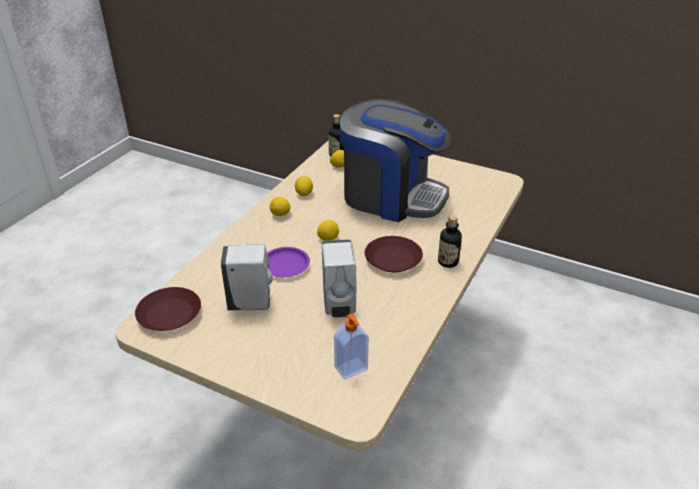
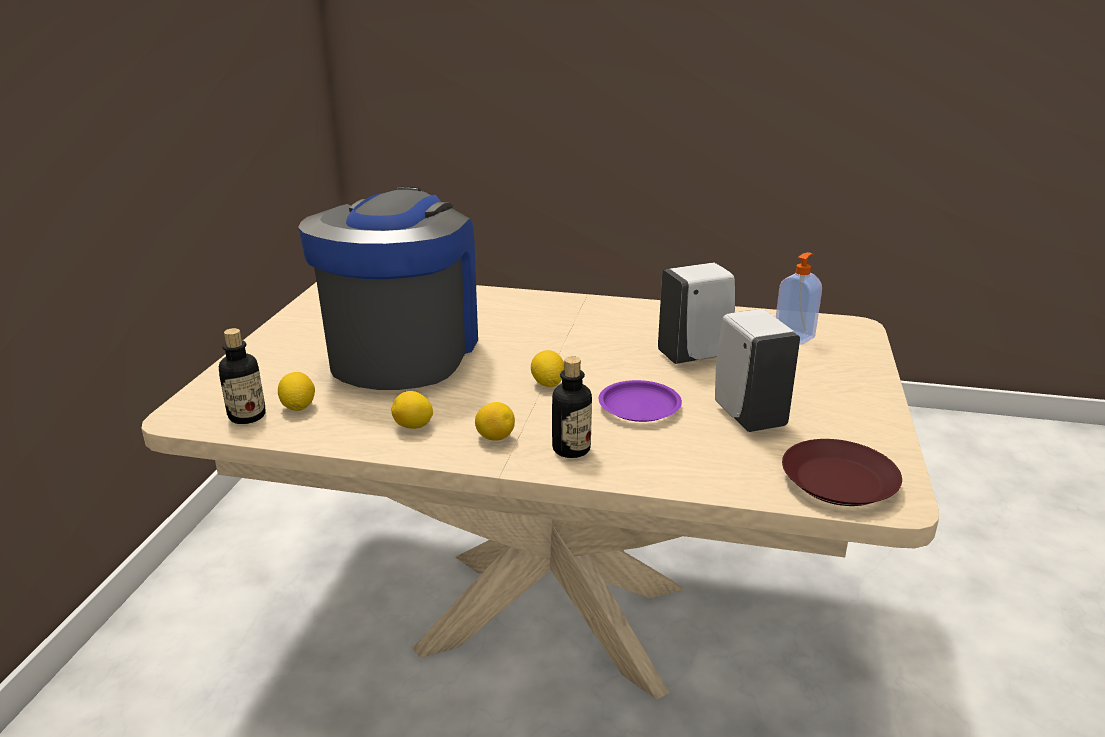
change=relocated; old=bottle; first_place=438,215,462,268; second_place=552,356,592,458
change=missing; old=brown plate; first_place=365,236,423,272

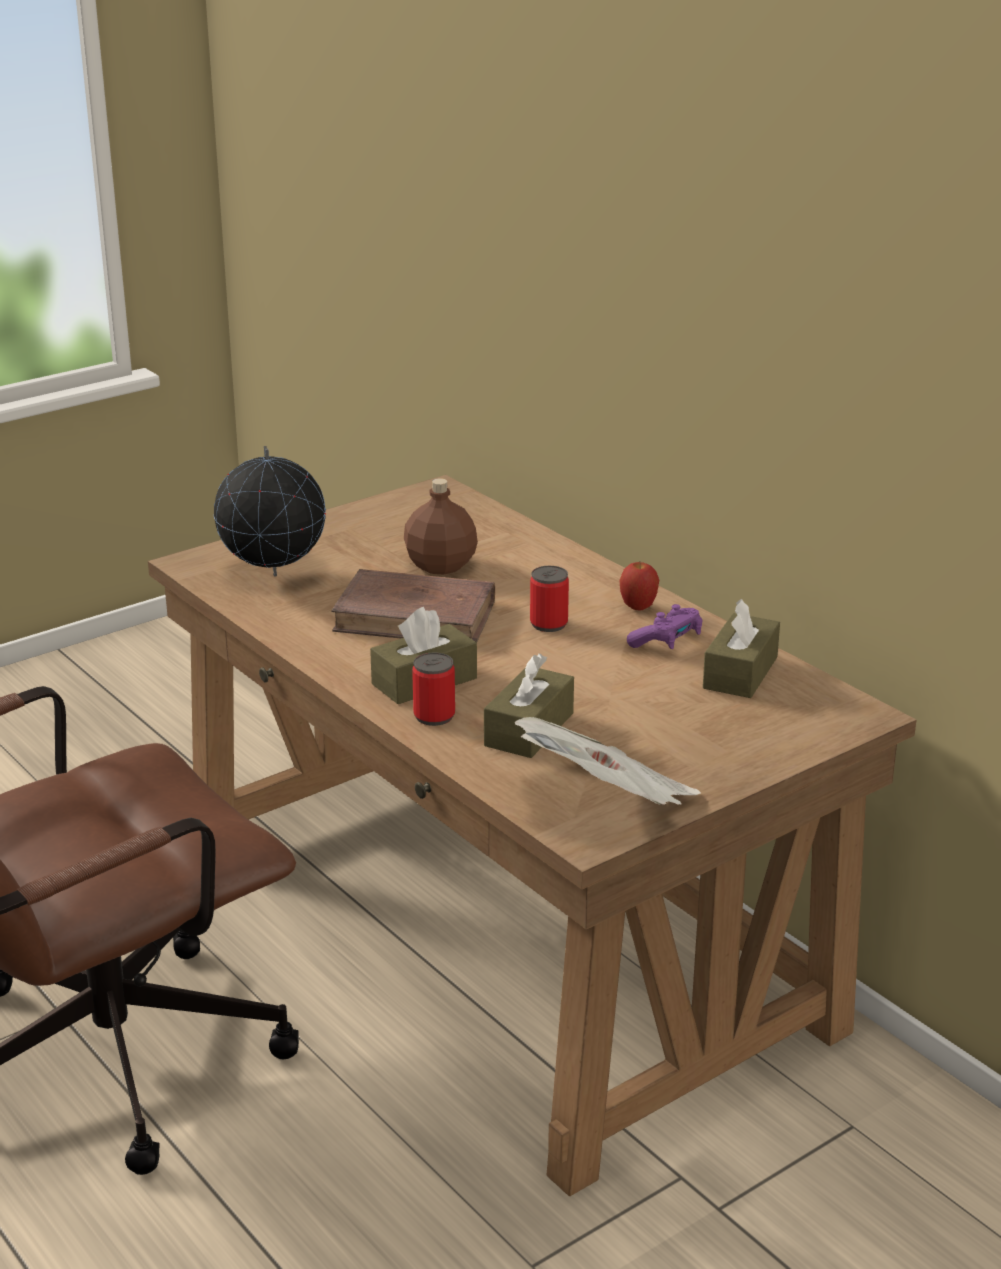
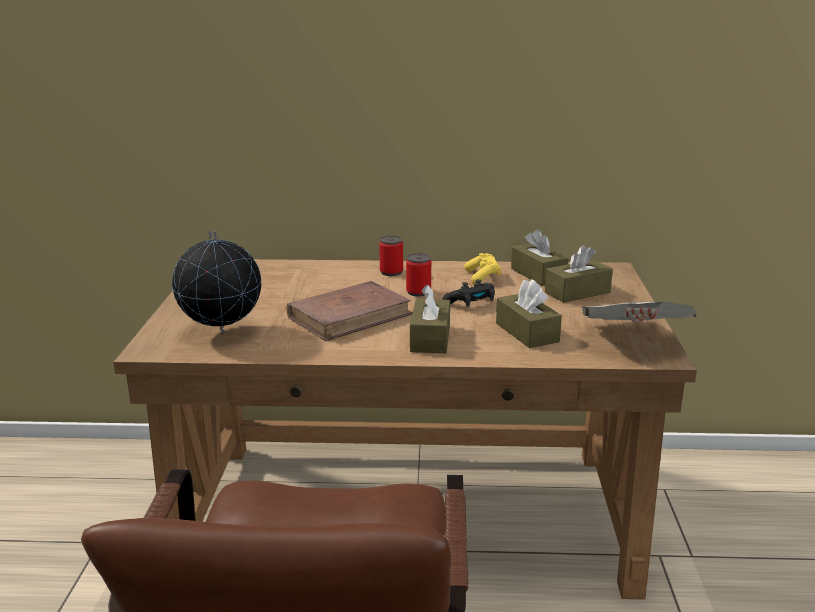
change=missing; old=brown bottle; first_place=404,478,478,574
change=missing; old=apple; first_place=619,562,659,611
change=colour; old=purple game controller; new=yellow game controller; first_place=627,604,702,649; second_place=464,253,501,284
change=relocated; old=can; first_place=412,652,455,726; second_place=379,236,403,276
change=appeared; new=brown tissue box; second_place=545,245,613,303
change=appeared; new=black game controller; second_place=442,279,495,307

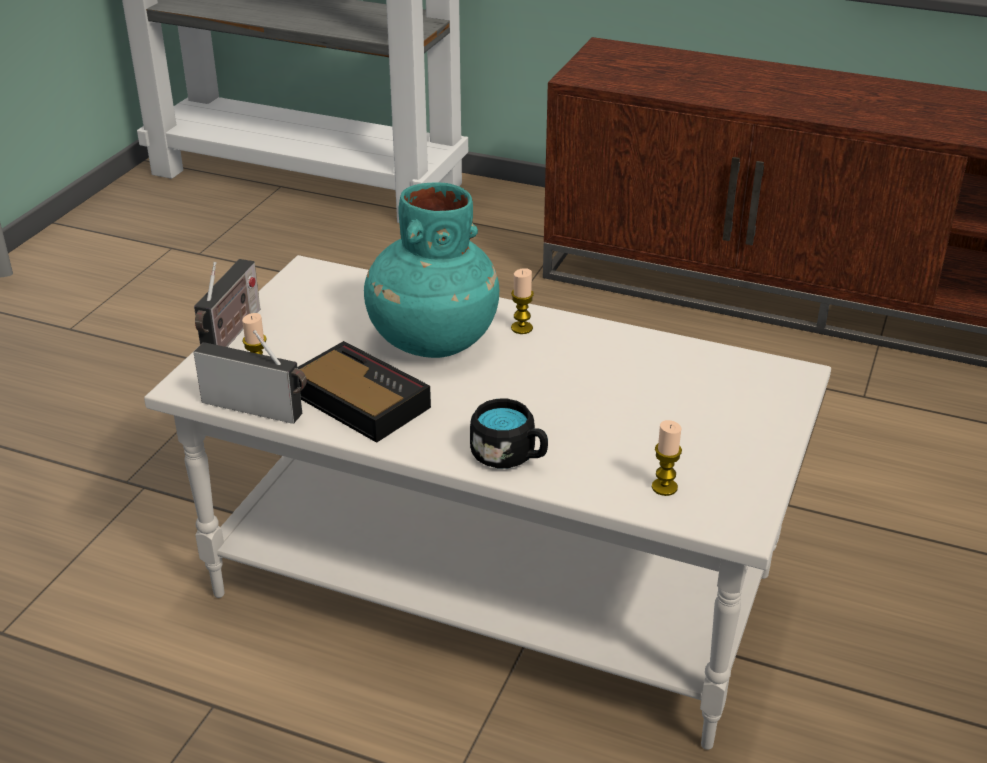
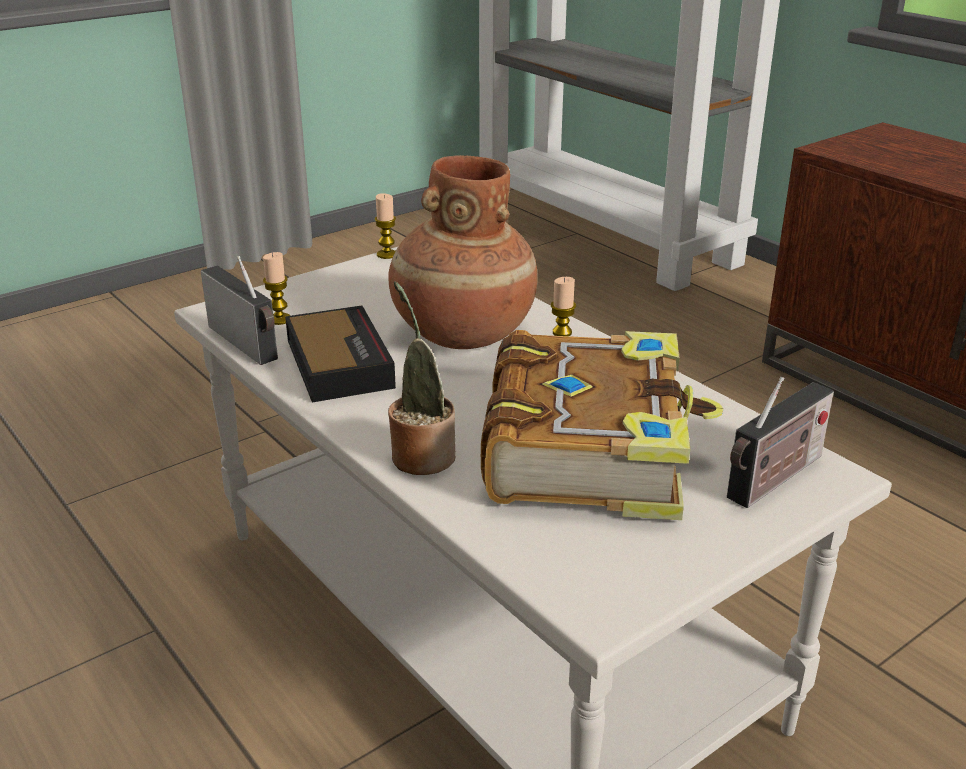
change=colour; old=turquoise vase; new=brown vase; first_place=364,182,499,358; second_place=388,155,537,349
change=relocated; old=radio; first_place=194,259,260,347; second_place=727,376,834,508
change=exchanged; old=black mug; new=potted plant; first_place=470,399,548,468; second_place=388,281,455,475
change=relocated; old=candle; first_place=652,420,682,496; second_place=375,193,396,259
change=appeared; new=book; second_place=481,330,724,520

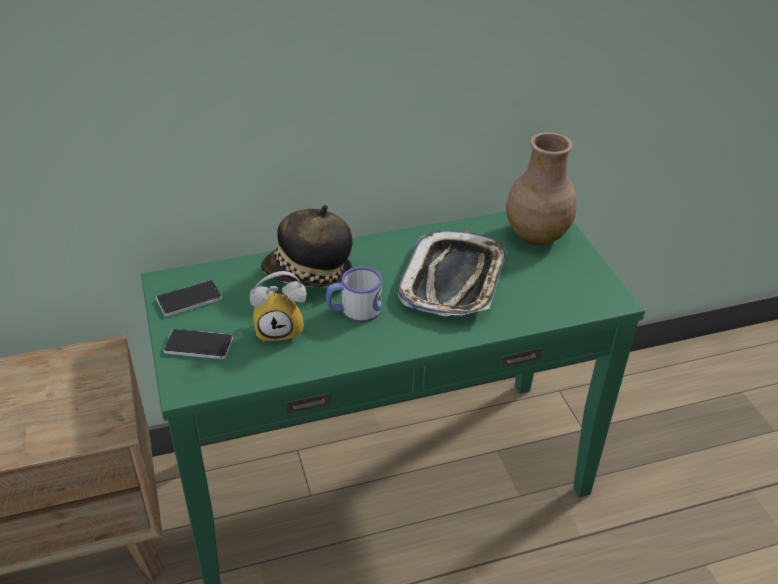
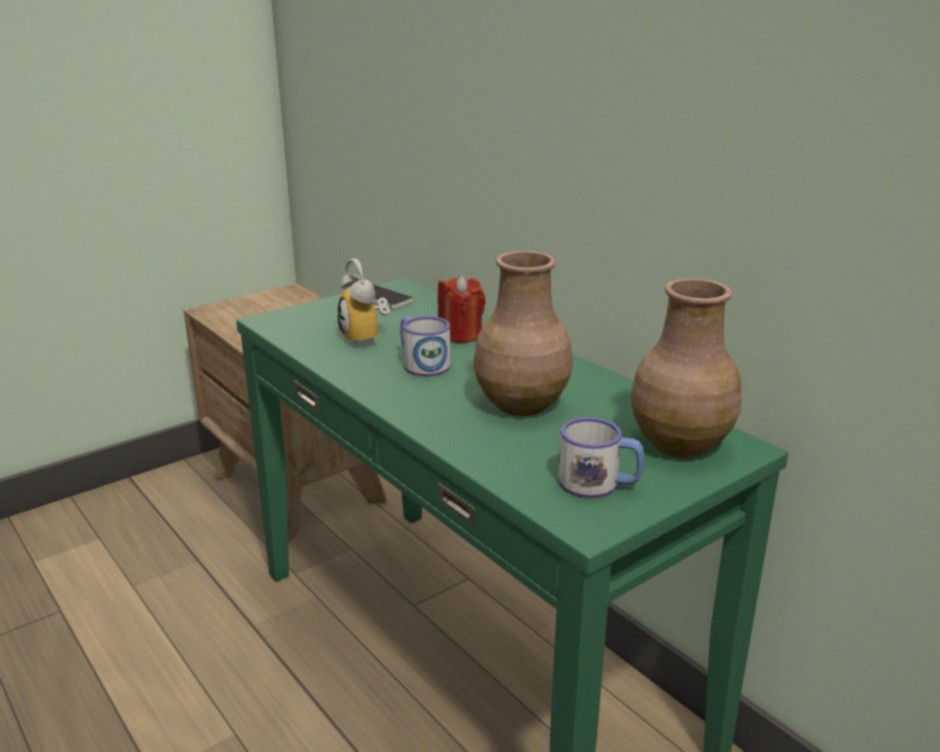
change=exchanged; old=hat; new=red candle; first_place=261,205,353,288; second_place=438,275,486,343
change=exchanged; old=tray; new=brown vase; first_place=398,230,507,316; second_place=474,251,573,416
change=missing; old=phone; first_place=163,329,233,359
change=appeared; new=mug; second_place=558,417,644,498

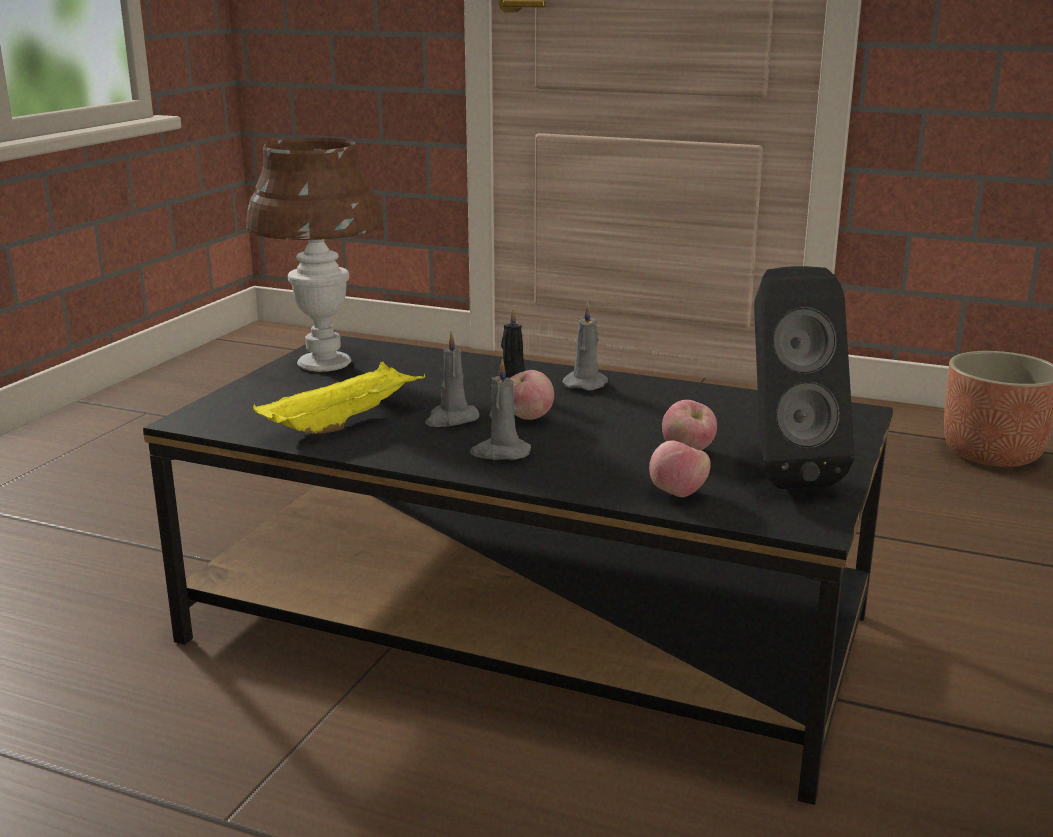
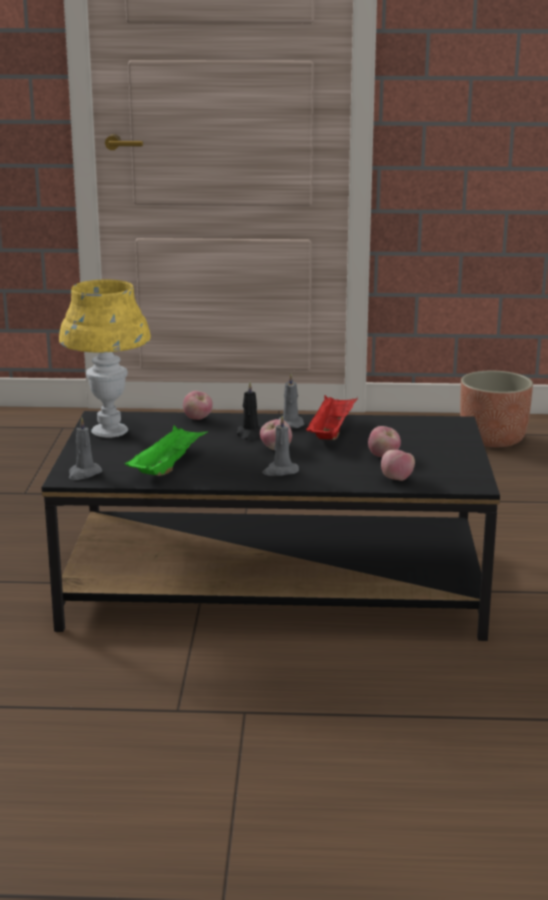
change=colour; old=brown table lamp; new=yellow table lamp; first_place=246,138,383,372; second_place=59,279,151,438
change=missing; old=black speaker; first_place=754,266,855,489
change=relocated; old=grey candle; first_place=425,331,480,427; second_place=69,417,102,480
change=colour; old=yellow tray; new=green tray; first_place=253,362,425,434; second_place=125,425,208,476
change=appeared; new=apple; second_place=183,391,213,420
change=appeared; new=red tray; second_place=306,395,358,440

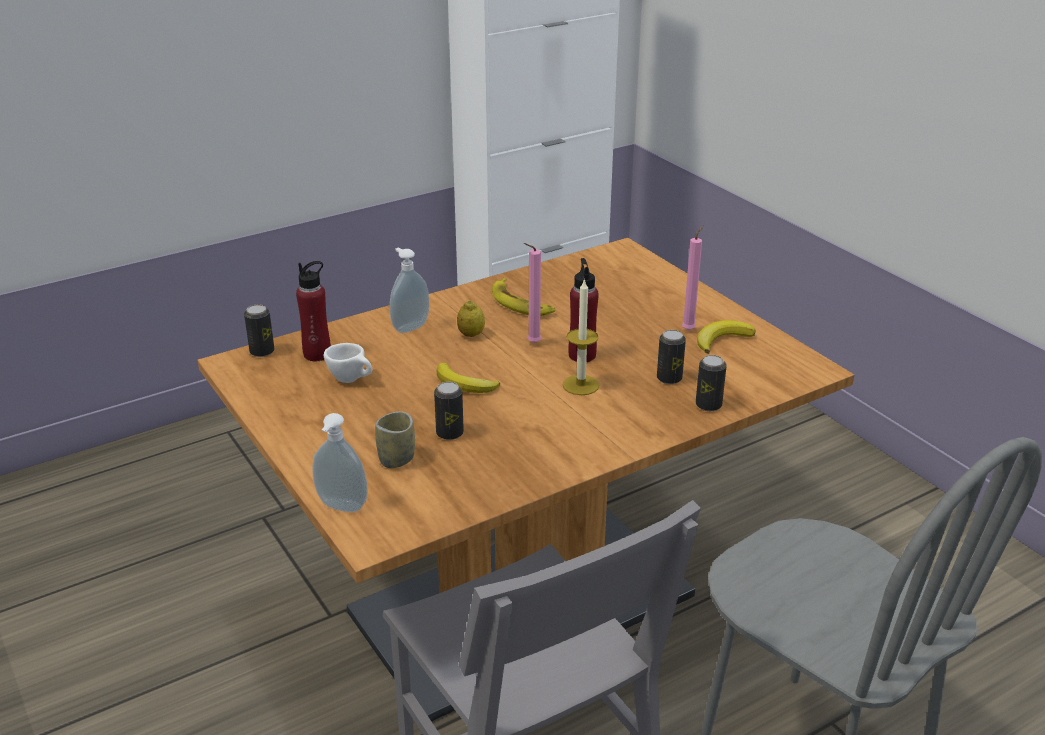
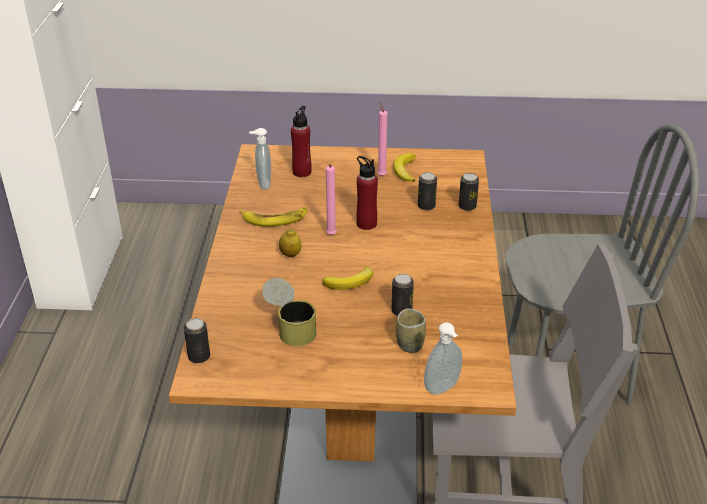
change=relocated; old=soap dispenser; first_place=390,248,430,333; second_place=249,128,271,190
change=relocated; old=red bottle; first_place=296,261,331,361; second_place=291,106,312,177
change=missing; old=candle; first_place=563,279,599,395
change=exchanged; old=white cup; new=can; first_place=324,343,372,383; second_place=262,277,317,346

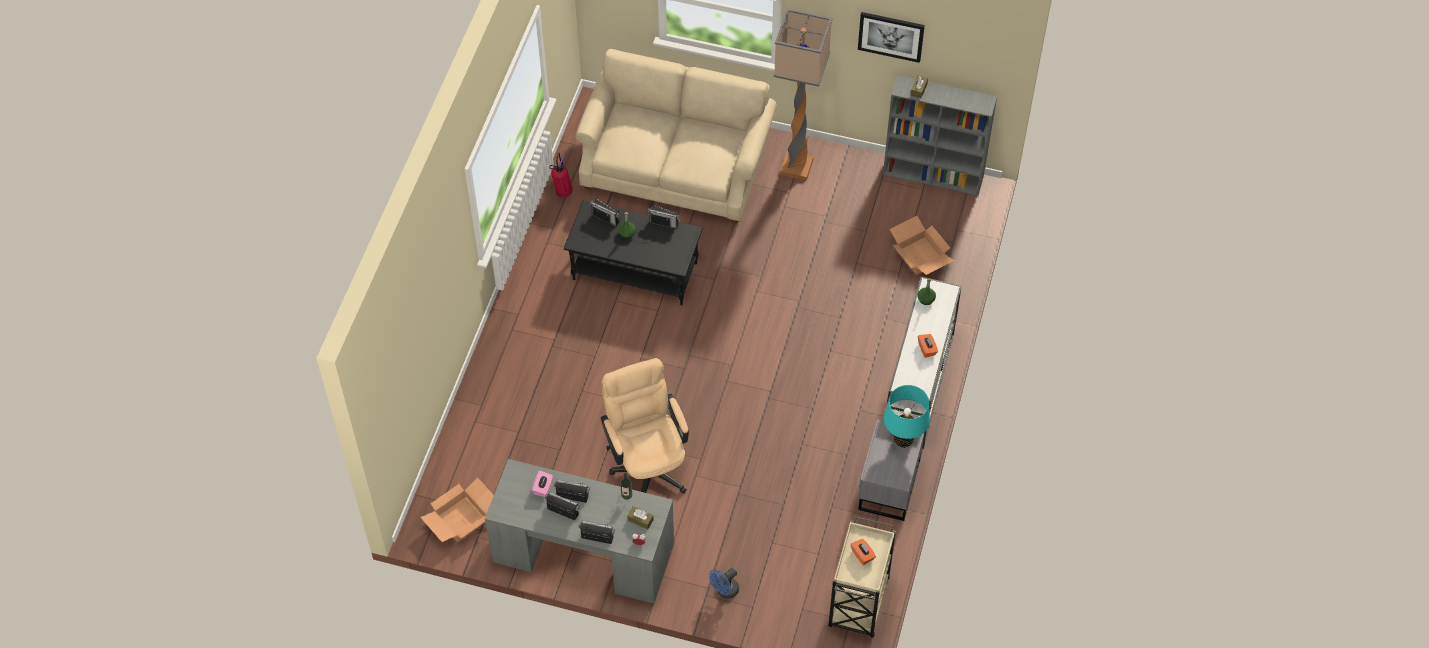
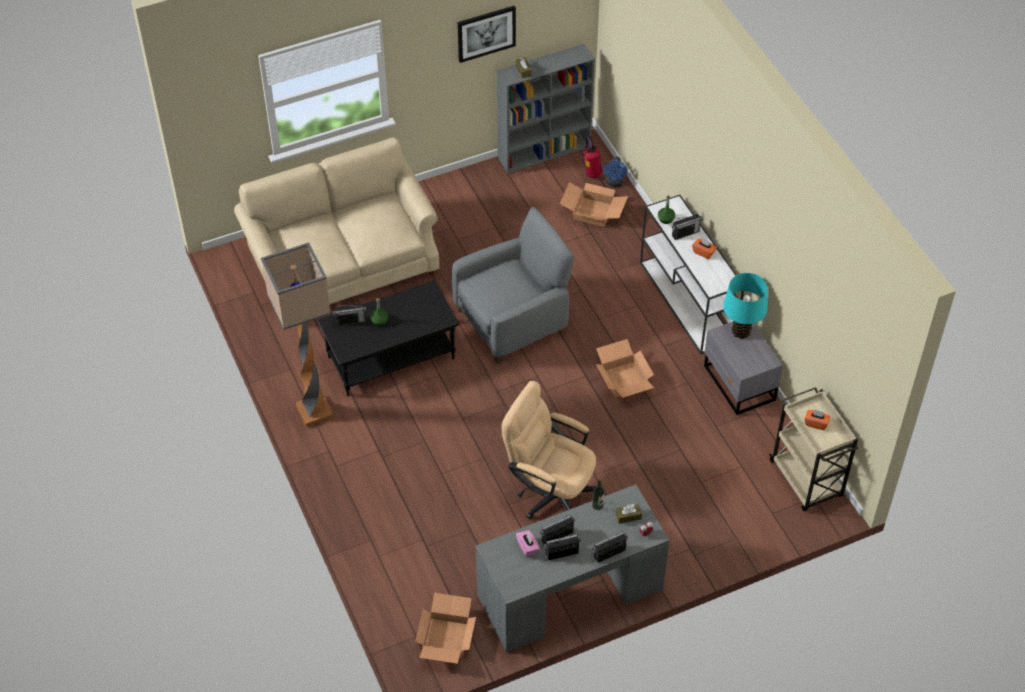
change=relocated; old=floor lamp; first_place=774,8,832,181; second_place=261,242,334,427
change=relocated; old=fire extinguisher; first_place=549,152,573,198; second_place=582,135,602,178
change=relocated; old=radio; first_place=648,204,680,229; second_place=672,214,703,240
change=relocated; old=blue fan; first_place=709,568,739,599; second_place=603,156,627,187
change=appeared; new=grey armchair; second_place=452,207,574,364
change=appeared; new=cardboard box; second_place=596,339,654,398

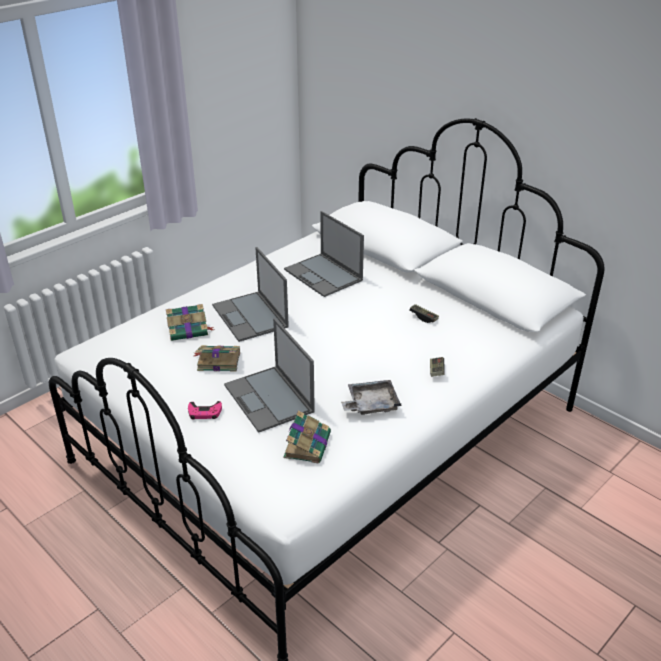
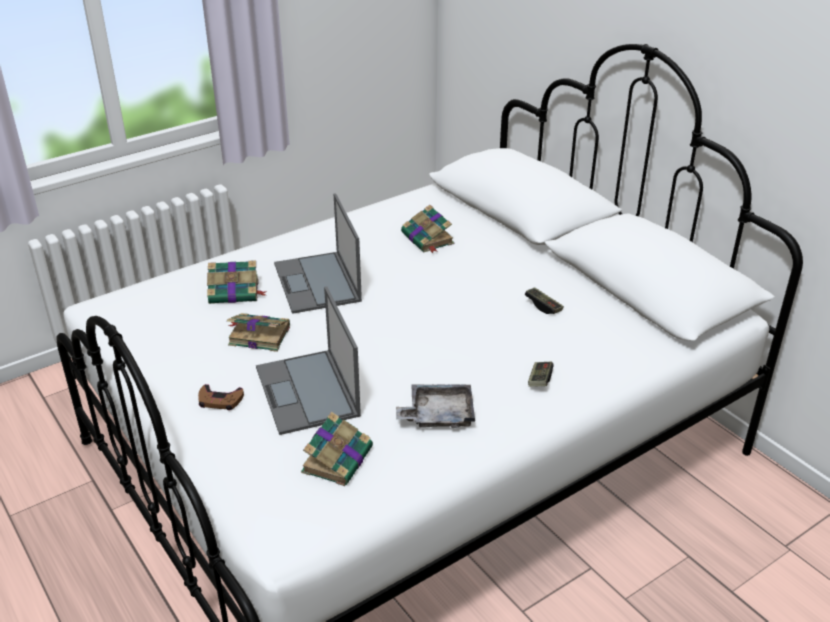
change=exchanged; old=laptop; new=book; first_place=284,211,364,297; second_place=401,205,454,253
change=colour; old=pink game controller; new=brown game controller; first_place=188,401,222,419; second_place=198,384,244,410

